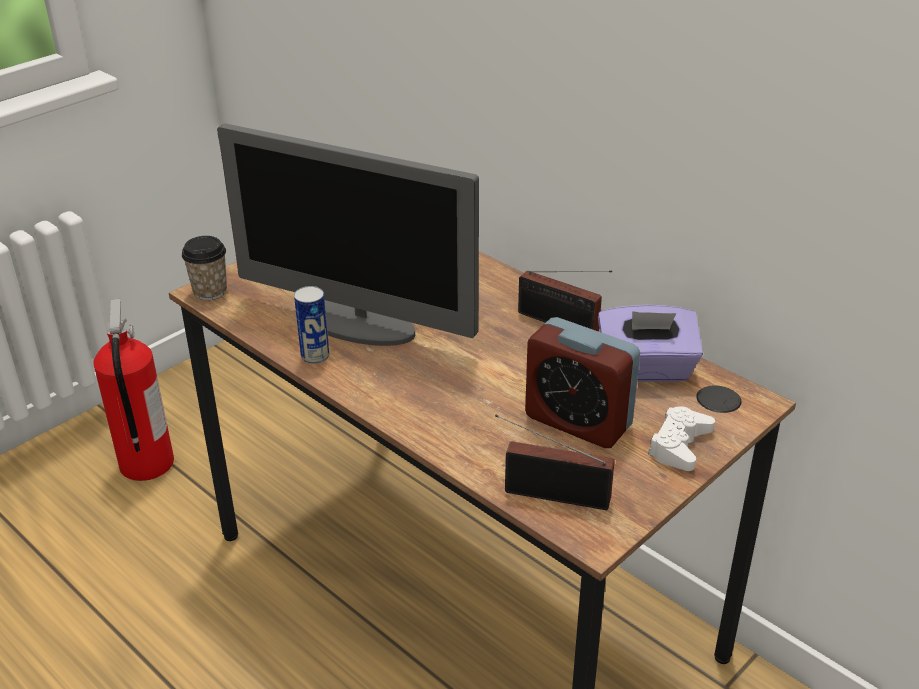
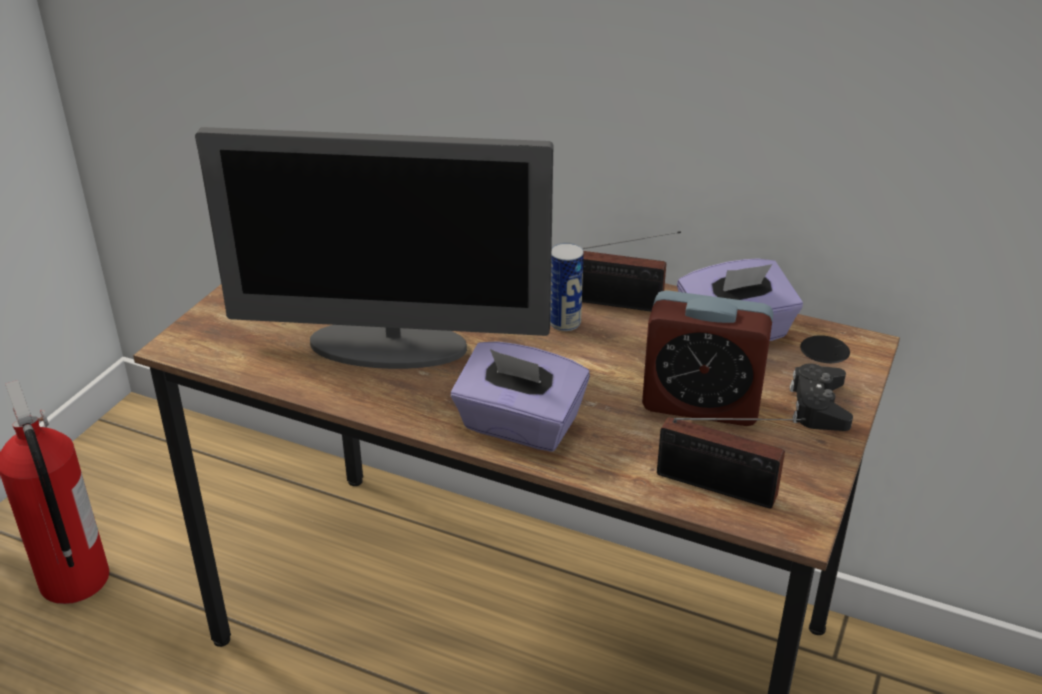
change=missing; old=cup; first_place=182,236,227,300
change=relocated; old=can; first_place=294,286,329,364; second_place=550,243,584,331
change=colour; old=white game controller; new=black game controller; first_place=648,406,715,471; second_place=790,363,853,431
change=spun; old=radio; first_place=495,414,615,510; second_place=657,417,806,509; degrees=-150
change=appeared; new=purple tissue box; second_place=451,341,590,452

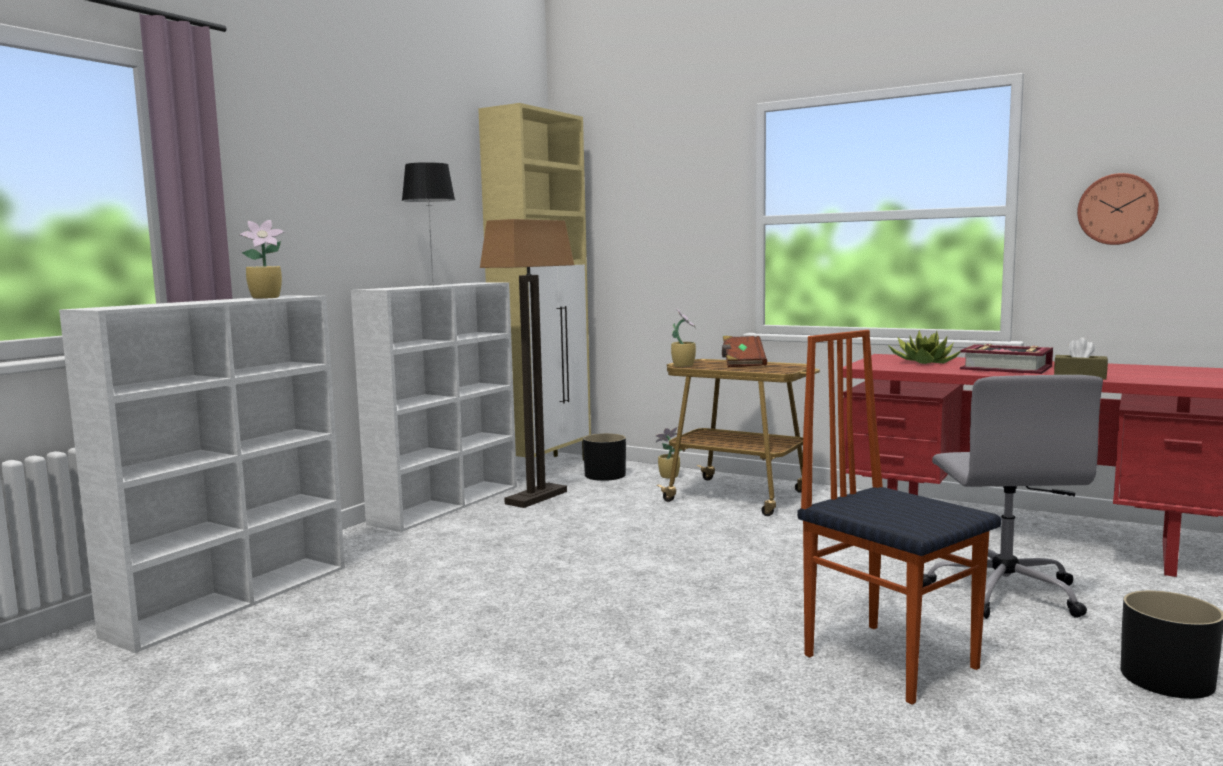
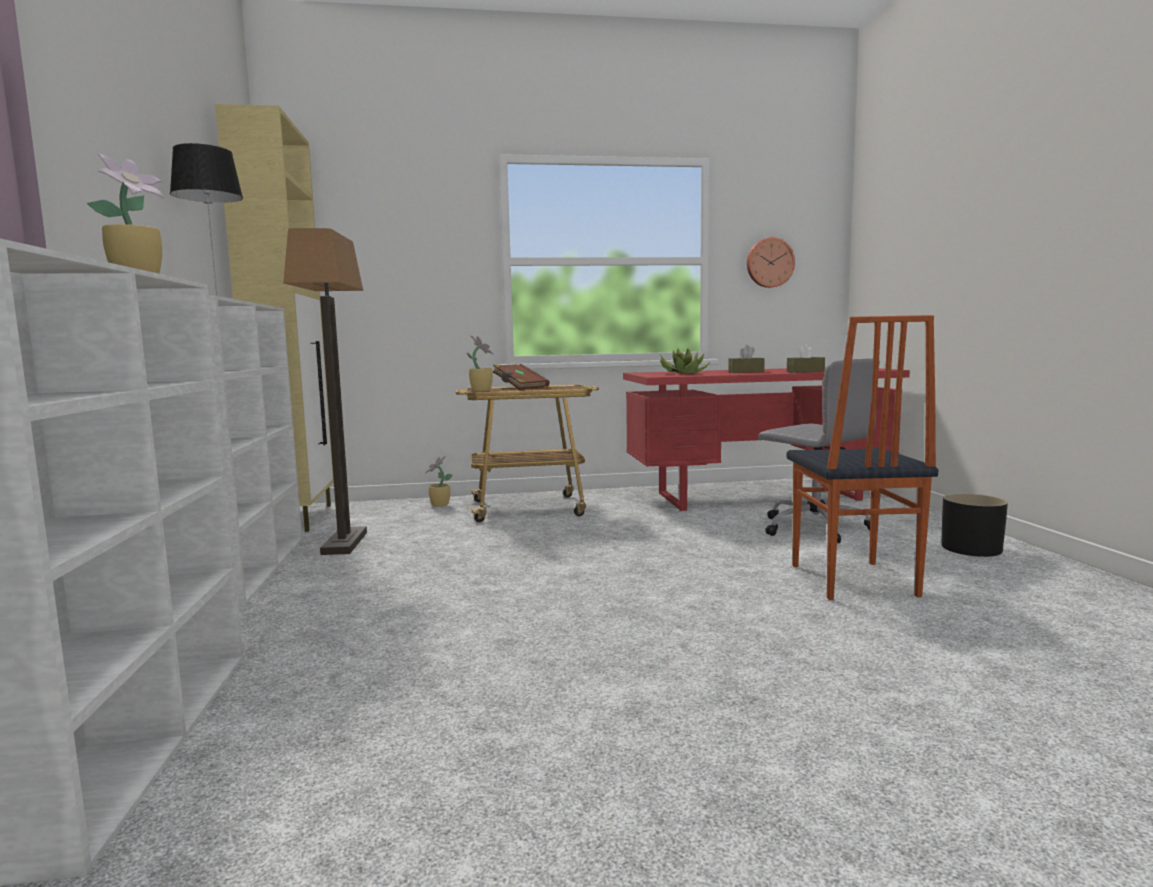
change=spun; old=chair; first_place=798,330,1001,705; second_place=787,315,939,600; degrees=-105
change=exchanged; old=book; new=brown tissue box; first_place=960,344,1053,374; second_place=728,345,765,373
change=missing; old=black planter; first_place=583,433,626,481

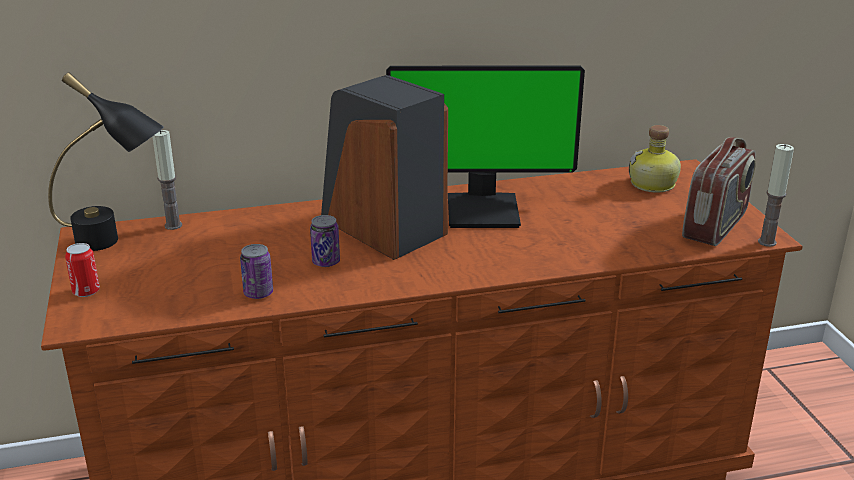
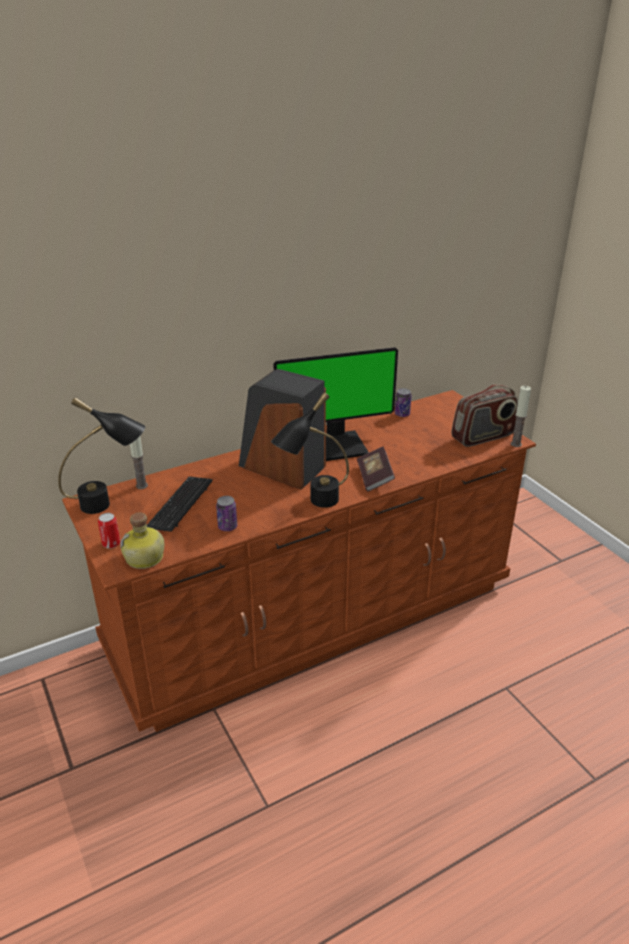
change=relocated; old=bottle; first_place=629,125,681,193; second_place=120,512,164,569
change=spun; old=radio; first_place=682,137,755,246; second_place=451,384,518,447; degrees=45
change=relocated; old=can; first_place=310,215,340,267; second_place=395,388,412,417
change=appeared; new=black table lamp; second_place=271,392,349,508
change=appeared; new=book; second_place=357,446,395,492
change=appeared; new=keyboard; second_place=147,477,213,532

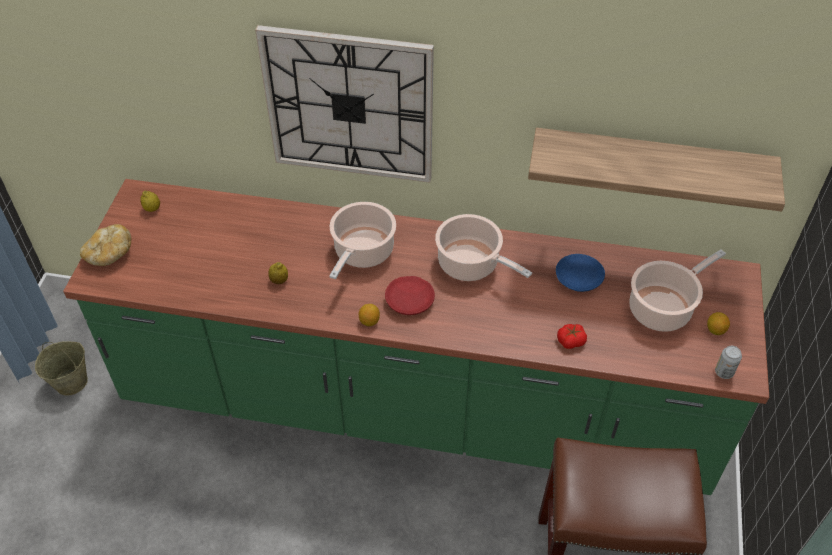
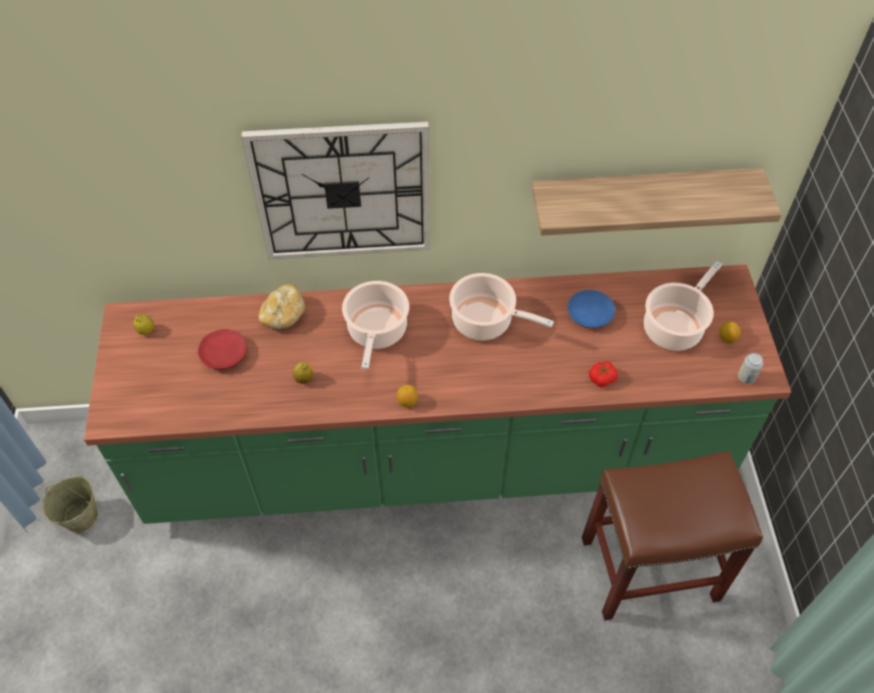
change=relocated; old=bread; first_place=80,224,131,266; second_place=259,284,305,329
change=relocated; old=red plate; first_place=385,276,435,315; second_place=198,329,247,369

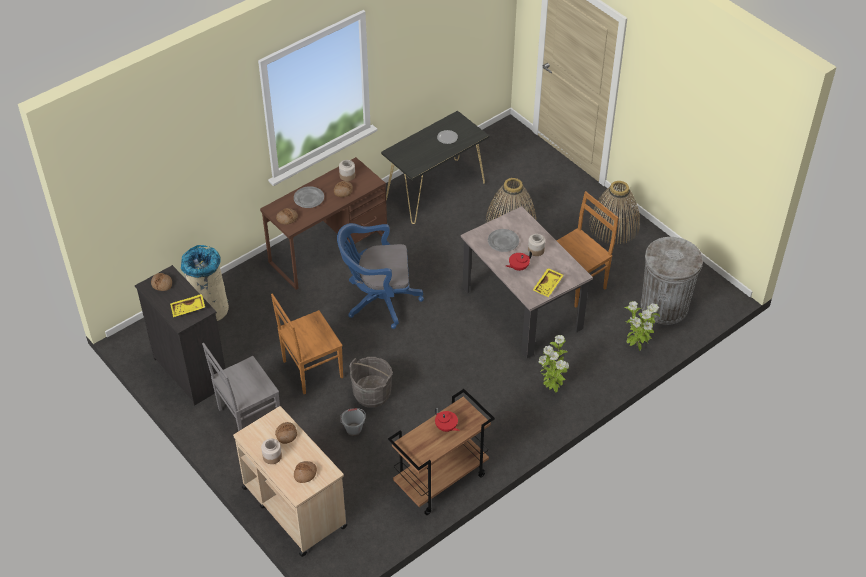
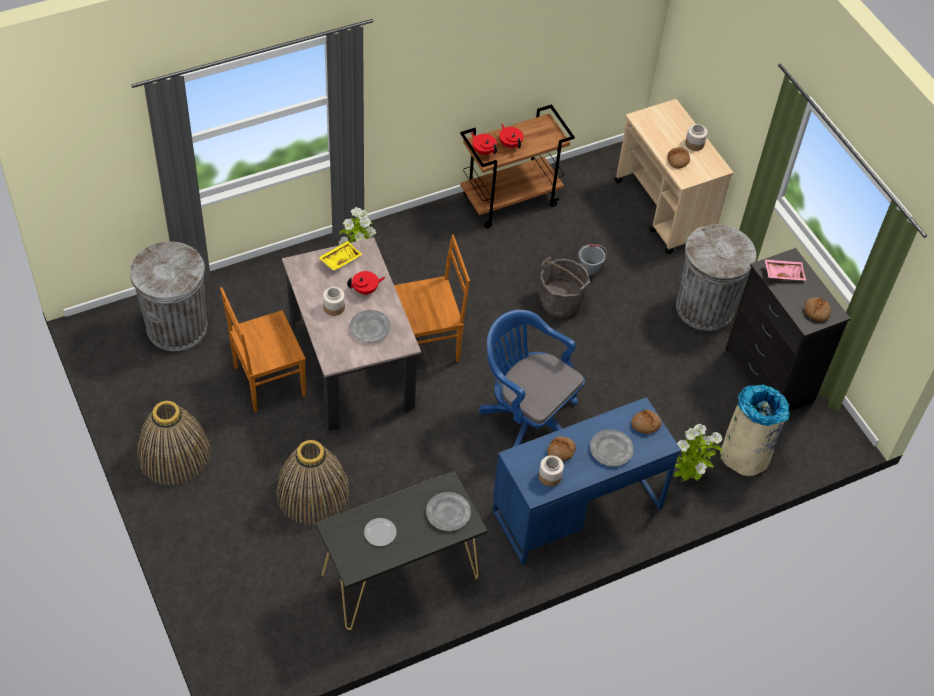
change=colour; old=brown desk; new=blue desk; first_place=260,157,387,290; second_place=493,397,681,565
change=spun; old=blue office chair; first_place=337,223,424,329; second_place=479,309,585,447; degrees=-150
change=relocated; old=brown chair; first_place=271,293,343,394; second_place=394,235,470,362
change=colour; old=yellow tray; new=pink tray; first_place=170,294,205,317; second_place=765,259,806,281
change=relocated; old=potted plant; first_place=625,301,660,351; second_place=674,424,722,481
change=exchanged; old=grey chair; new=grey trash can; first_place=202,343,280,431; second_place=676,225,756,331
change=missing; old=bread; first_place=294,461,317,483
change=appeared; new=red teapot; second_place=471,132,497,155
change=appeared; new=grey plate; second_place=426,492,471,531

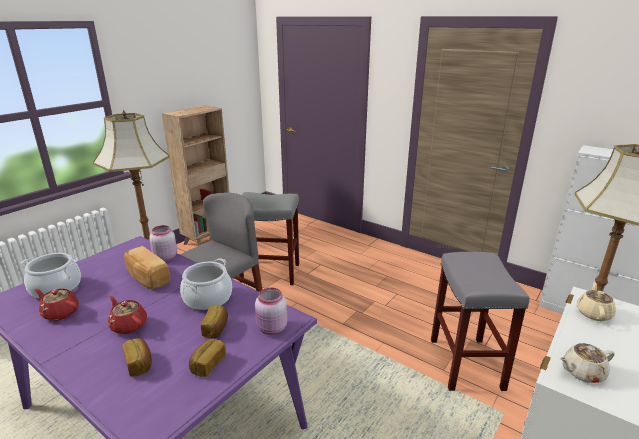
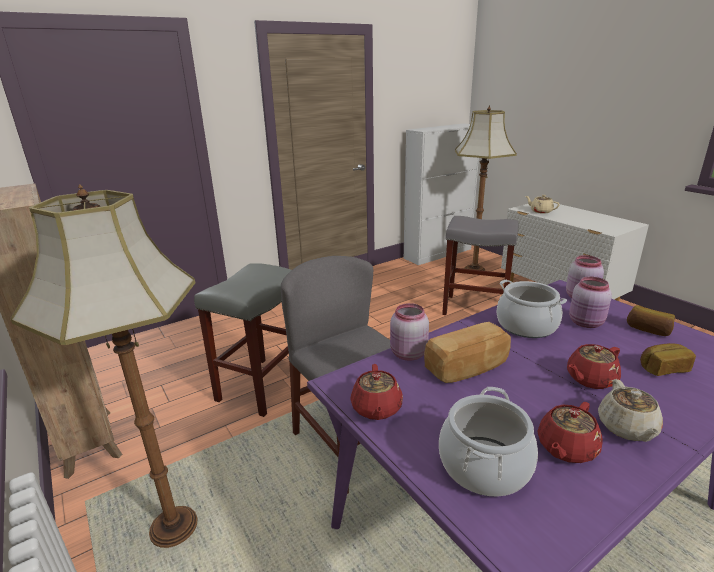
change=exchanged; old=bread; new=pink jar; first_place=201,305,228,338; second_place=569,277,612,328
change=relocated; old=beige teapot; first_place=560,343,615,383; second_place=598,379,663,442
change=appeared; new=red teapot; second_place=350,364,403,420

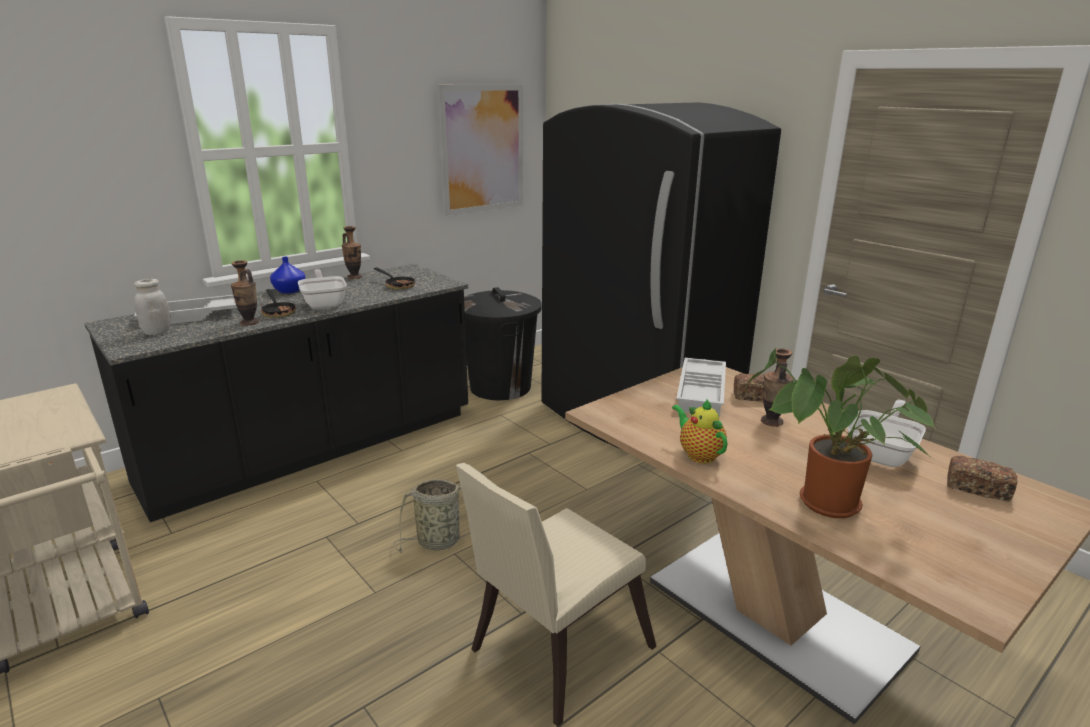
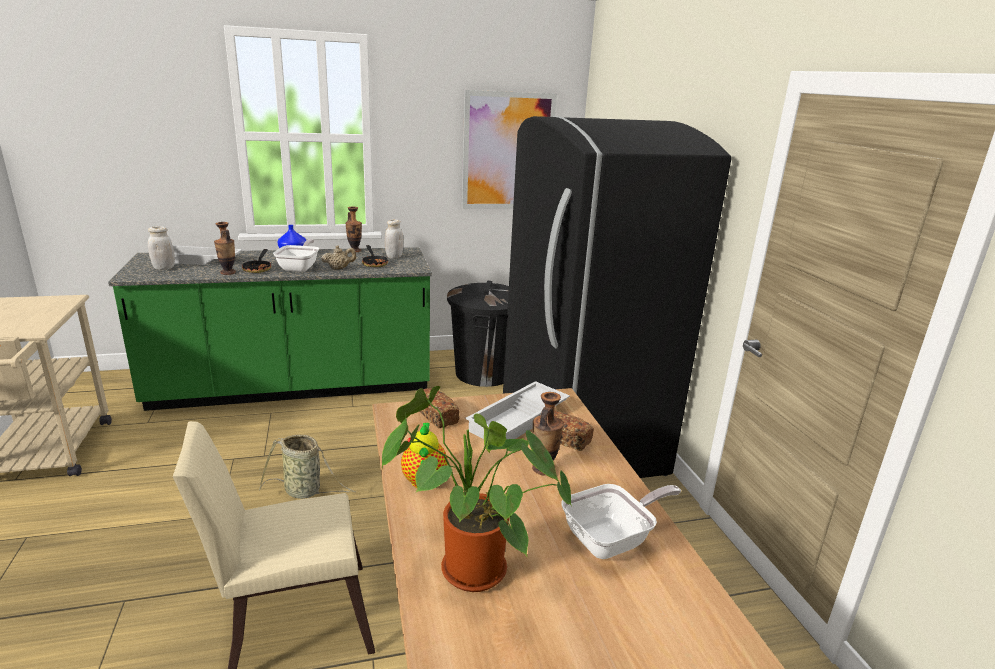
change=colour; old=black counter; new=green counter; first_place=84,264,468,522; second_place=108,247,432,411
change=relocated; old=bread; first_place=947,456,1018,502; second_place=420,388,459,428
change=appeared; new=white jar; second_place=385,219,403,259
change=appeared; new=beige teapot; second_place=321,245,356,270

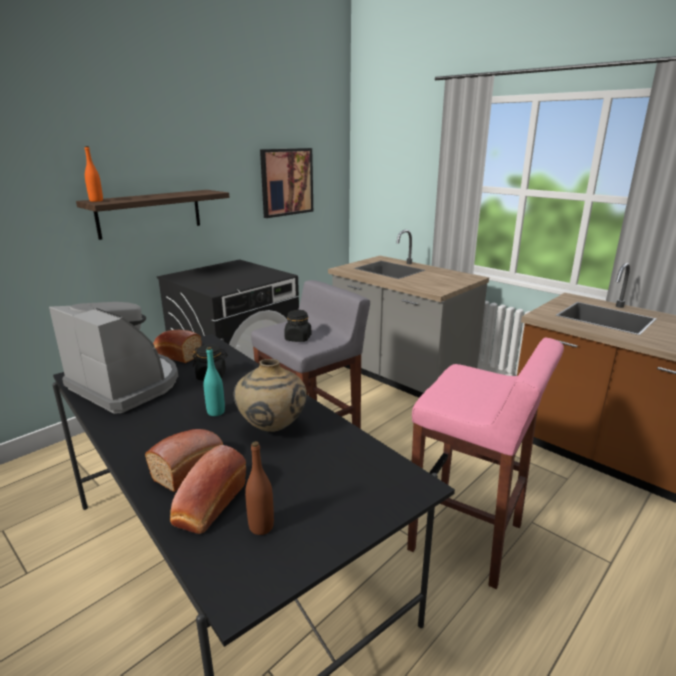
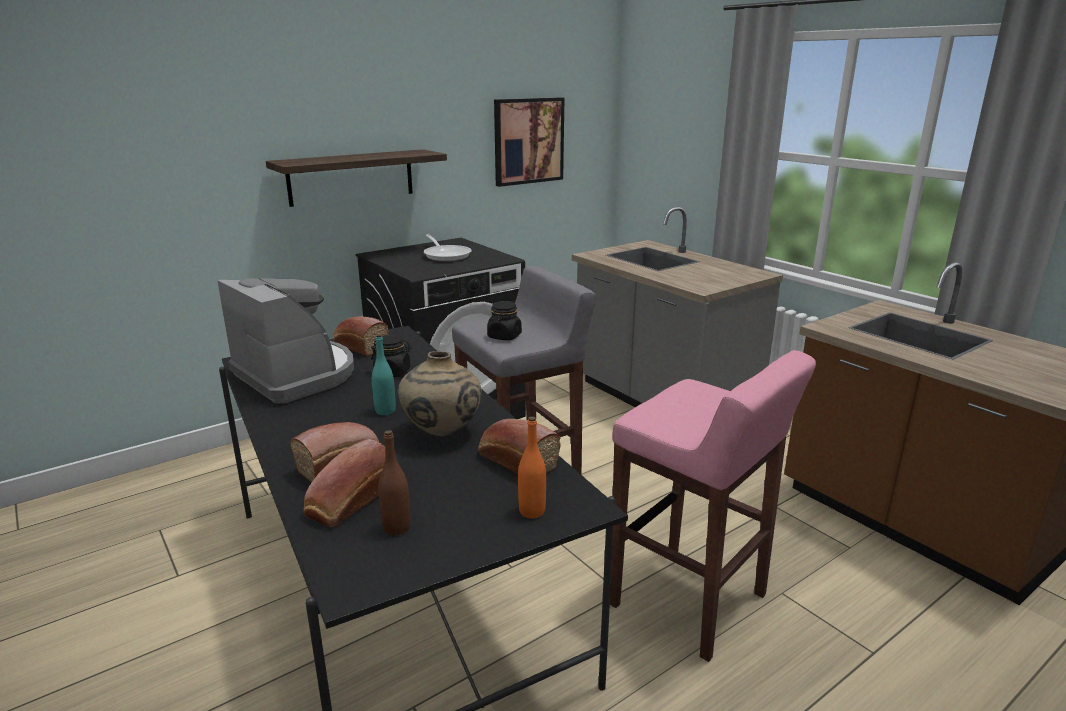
change=relocated; old=orange bottle; first_place=85,146,103,202; second_place=518,416,546,518
change=appeared; new=frying pan; second_place=424,234,472,262
change=appeared; new=bread; second_place=478,419,561,474

